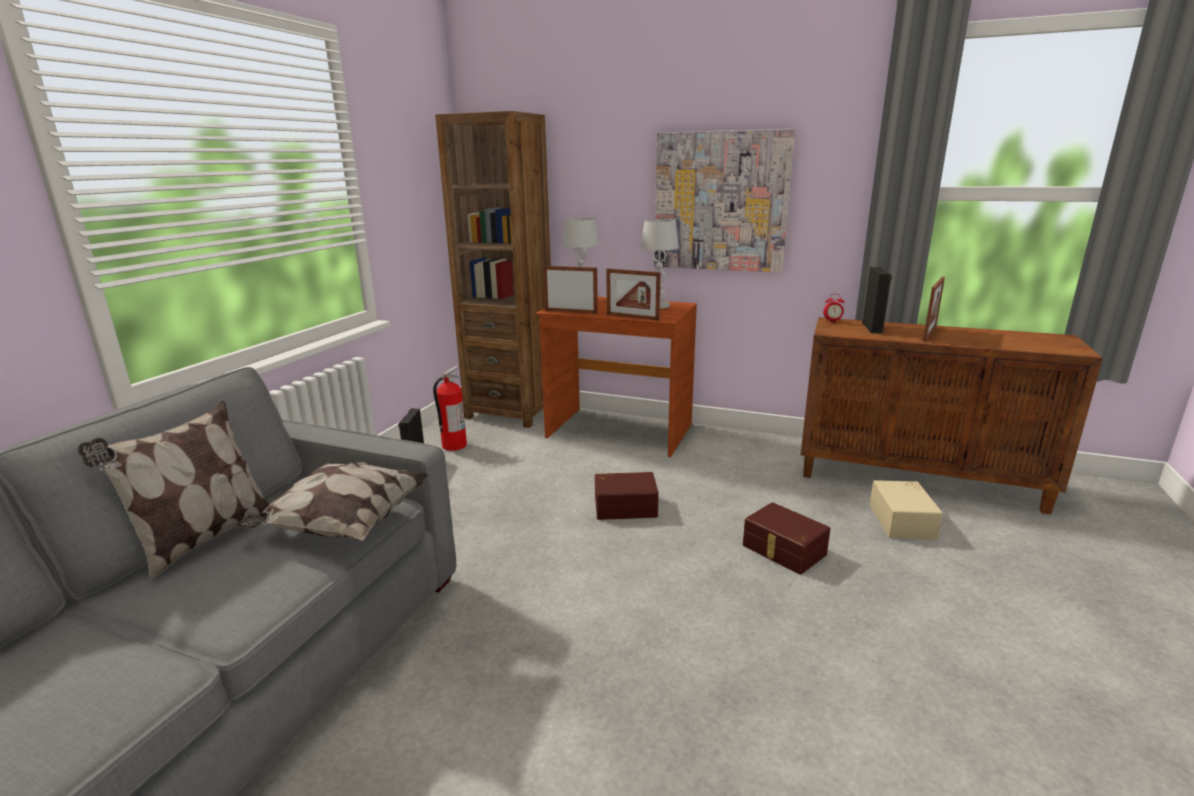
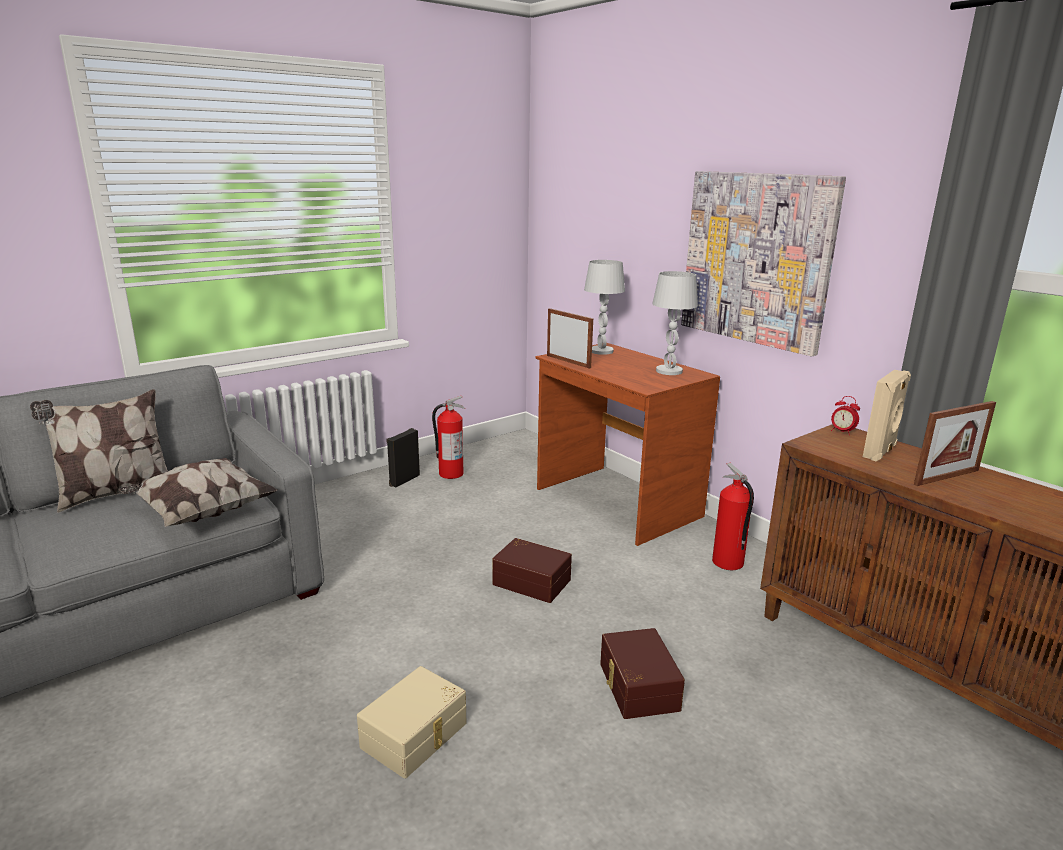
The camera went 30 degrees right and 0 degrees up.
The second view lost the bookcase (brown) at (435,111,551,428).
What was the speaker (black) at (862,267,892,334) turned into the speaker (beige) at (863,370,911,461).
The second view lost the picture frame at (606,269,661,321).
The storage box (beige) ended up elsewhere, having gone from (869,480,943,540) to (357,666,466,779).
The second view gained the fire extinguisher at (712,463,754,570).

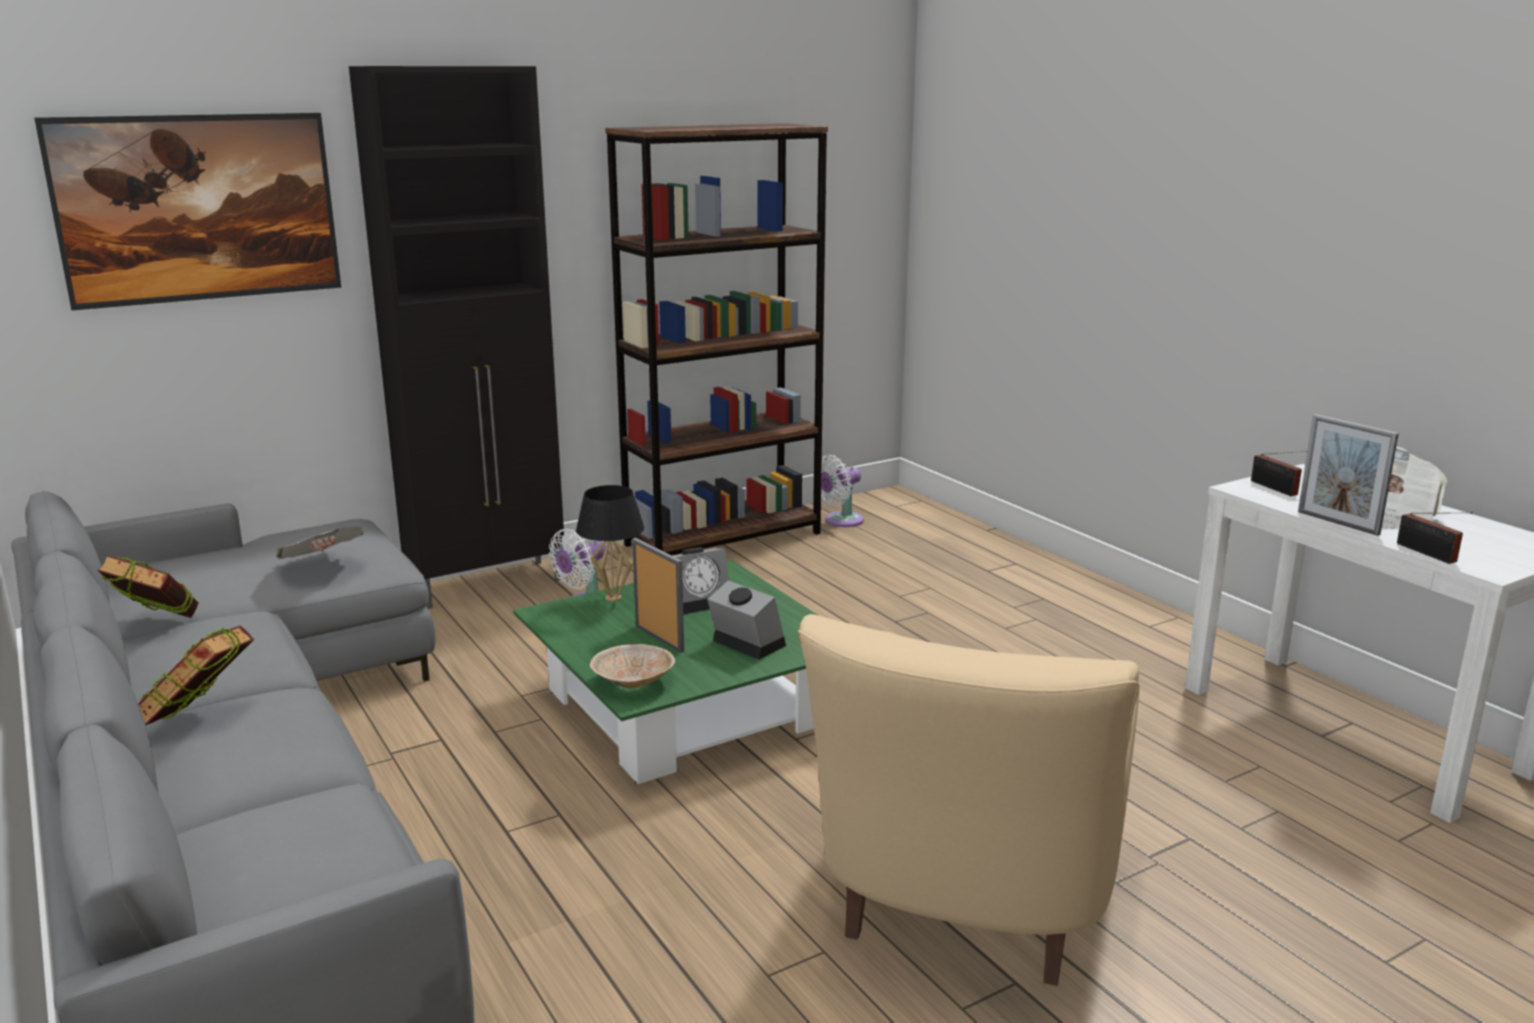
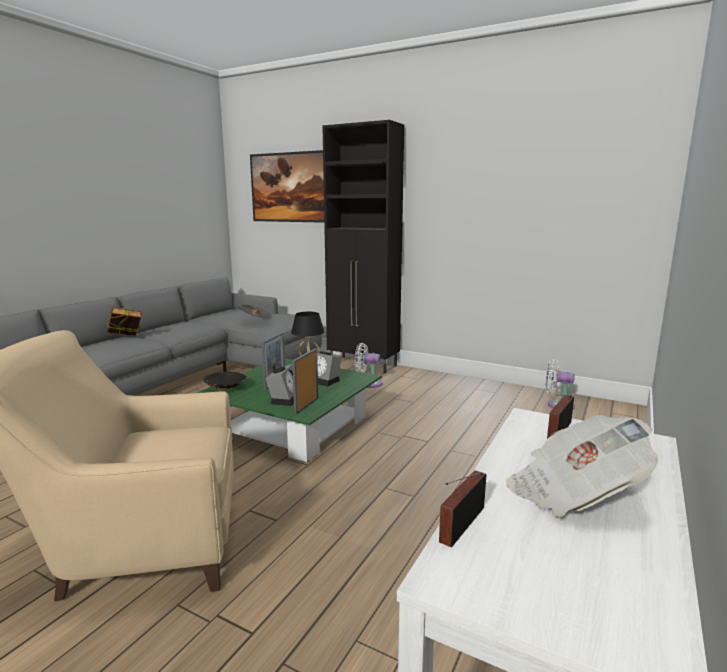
The camera went 60 degrees right and 5 degrees down.
The second view lost the bookcase (brown) at (605,123,828,555).
The picture frame ended up elsewhere, having gone from (1298,414,1399,536) to (292,348,318,414).
The second view lost the book at (97,555,198,618).
What was the bowl (beige) at (590,644,675,689) turned into the bowl (black) at (203,372,246,391).

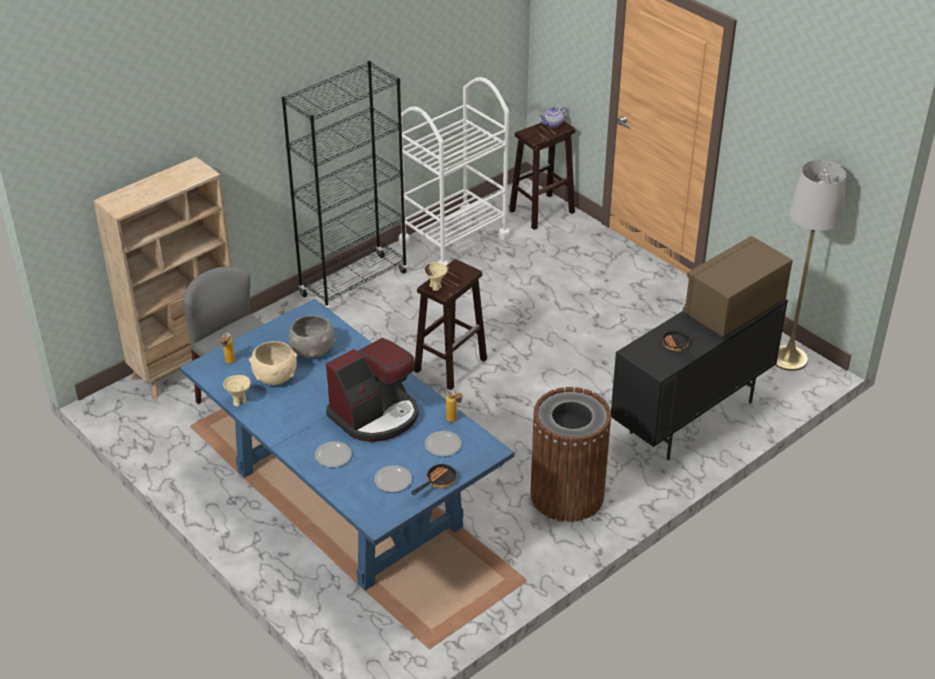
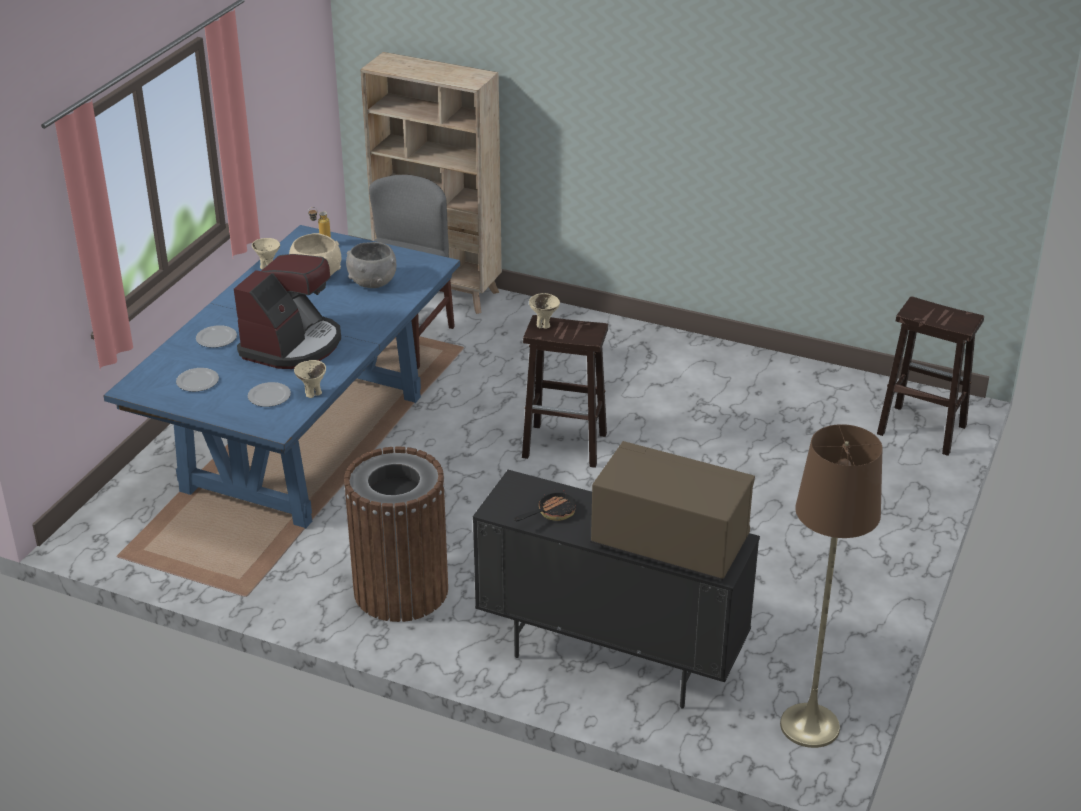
The camera went 65 degrees right and 5 degrees down.
The second view lost the bookcase (black) at (282,61,407,308).
The second view lost the cart (white) at (398,77,510,266).
The second view lost the teapot at (540,107,567,128).
What was the floor lamp (grey) at (775,160,846,371) turned into the floor lamp (brown) at (780,424,883,748).
The coffee machine at (326,338,419,442) ended up facing another way, 90 degrees counterclockwise from before.
Where the bottle stood at (446,390,462,422), the bowl (beige) came to stand at (294,360,326,398).
The second view lost the frying pan at (411,462,456,495).

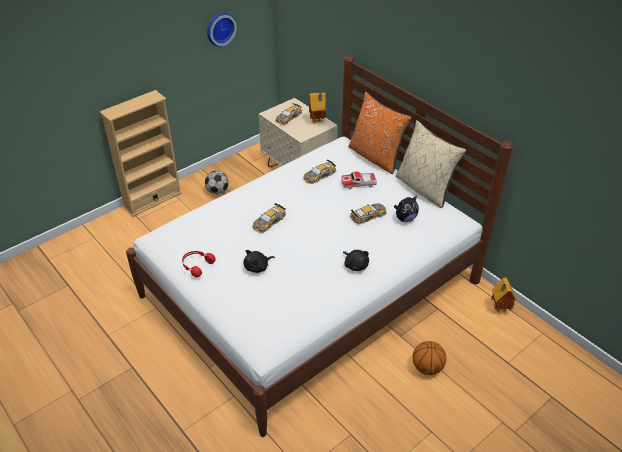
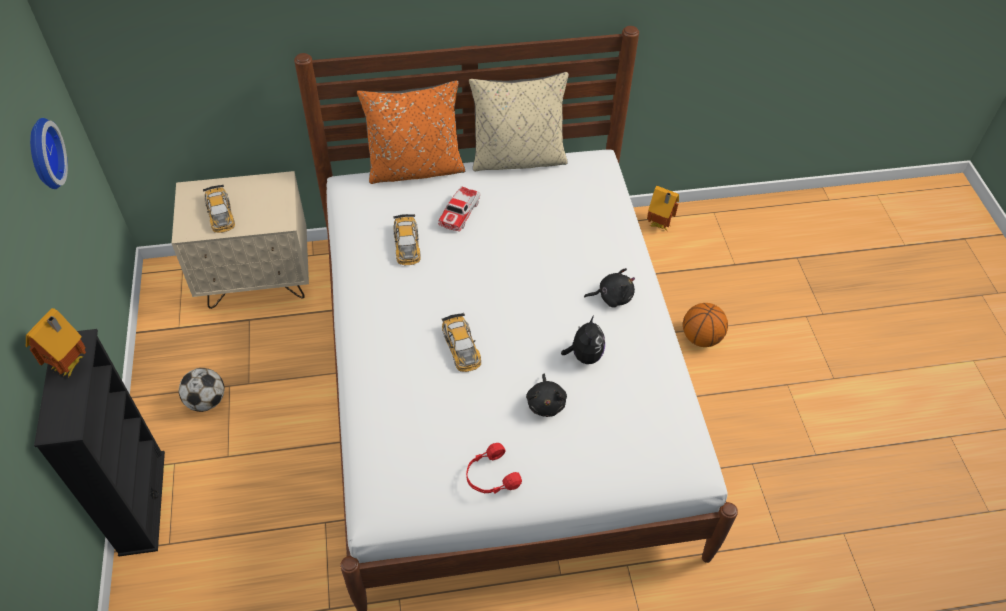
The camera went 60 degrees left and 10 degrees up.
What was the bookcase (beige) at (99,90,182,217) turned into the bookcase (black) at (34,329,165,556).
The toy house ended up elsewhere, having gone from (309,93,326,123) to (26,308,86,377).
The plush toy ended up elsewhere, having gone from (394,196,419,222) to (561,316,605,364).
The second view lost the toy car at (350,203,387,224).

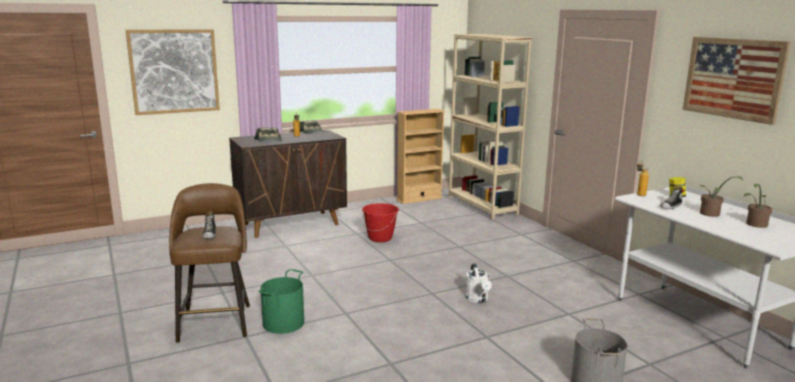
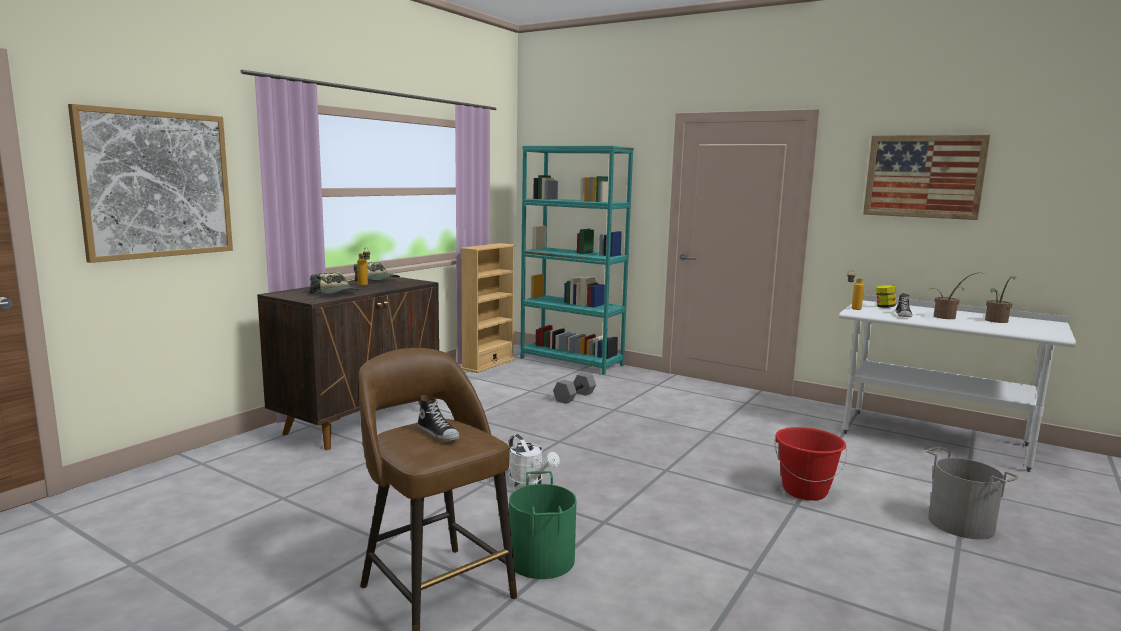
The camera went 30 degrees left and 5 degrees down.
What was the bookcase (beige) at (448,34,532,220) turned into the bookcase (turquoise) at (520,146,634,375).
The bucket (red) ended up elsewhere, having gone from (362,203,399,242) to (774,427,847,501).
The watering can (white) ended up elsewhere, having gone from (465,263,492,303) to (509,434,560,488).
The second view gained the dumbbell (grey) at (553,373,596,404).

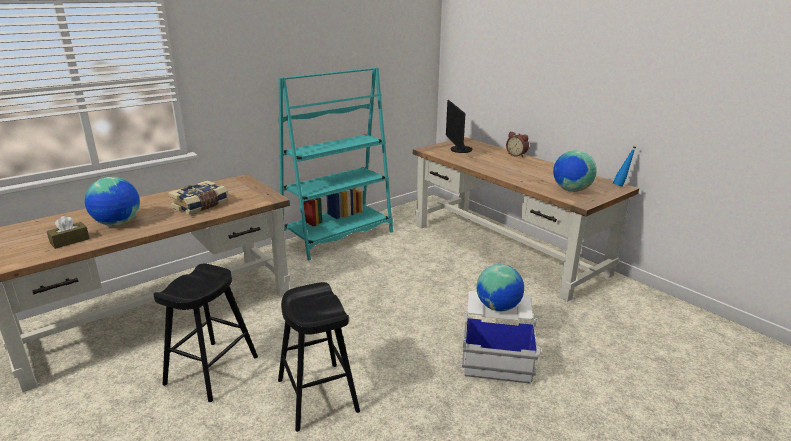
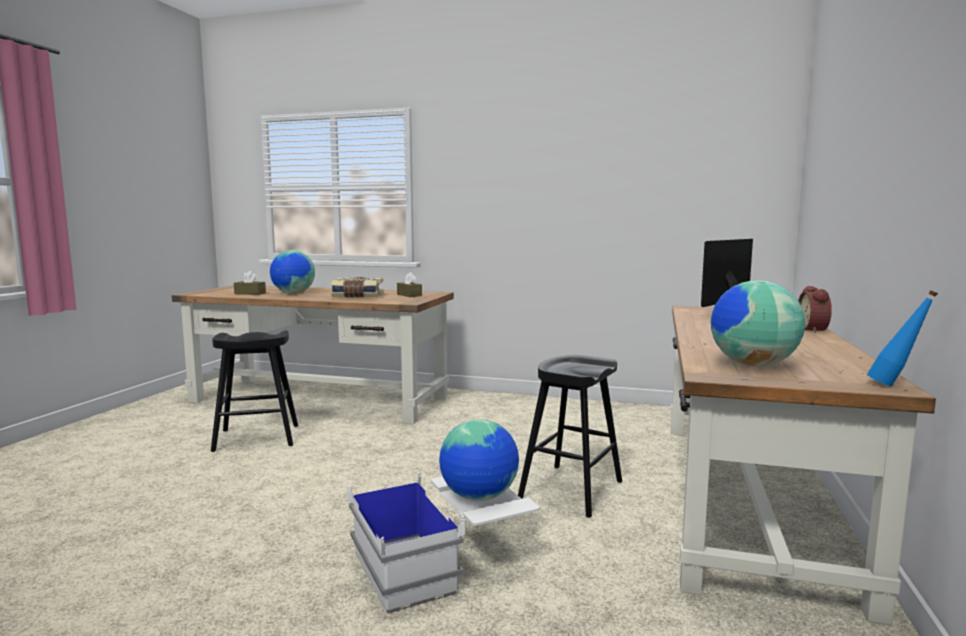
The camera went 55 degrees right and 15 degrees down.
The second view lost the bookcase (turquoise) at (278,67,393,260).
The stool (black) ended up elsewhere, having gone from (278,282,360,432) to (518,355,622,518).
The second view gained the tissue box (brown) at (397,272,422,297).

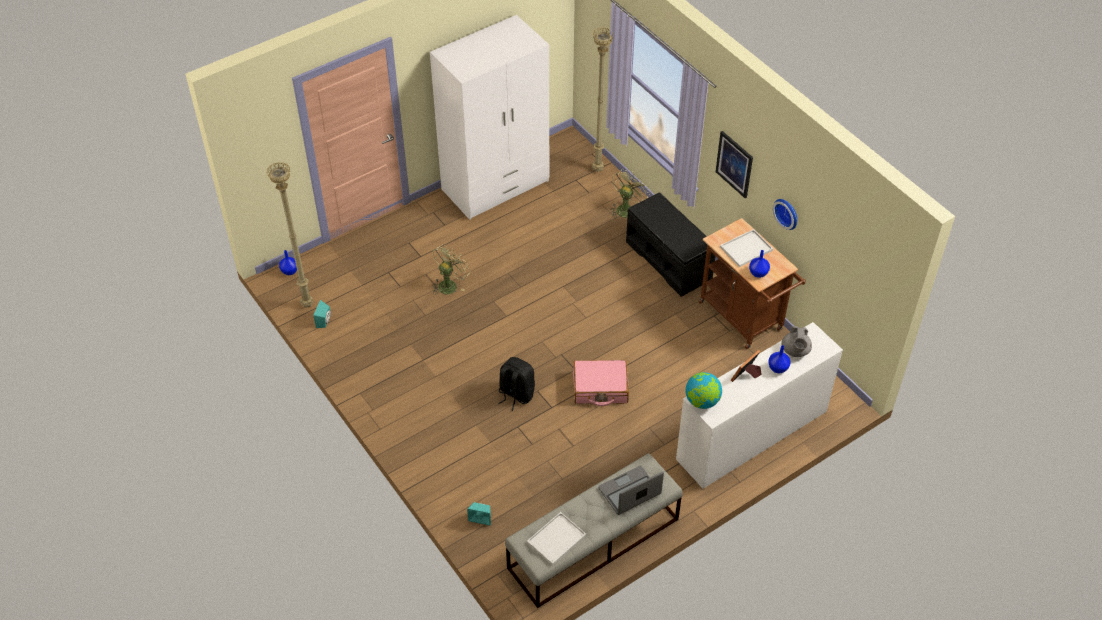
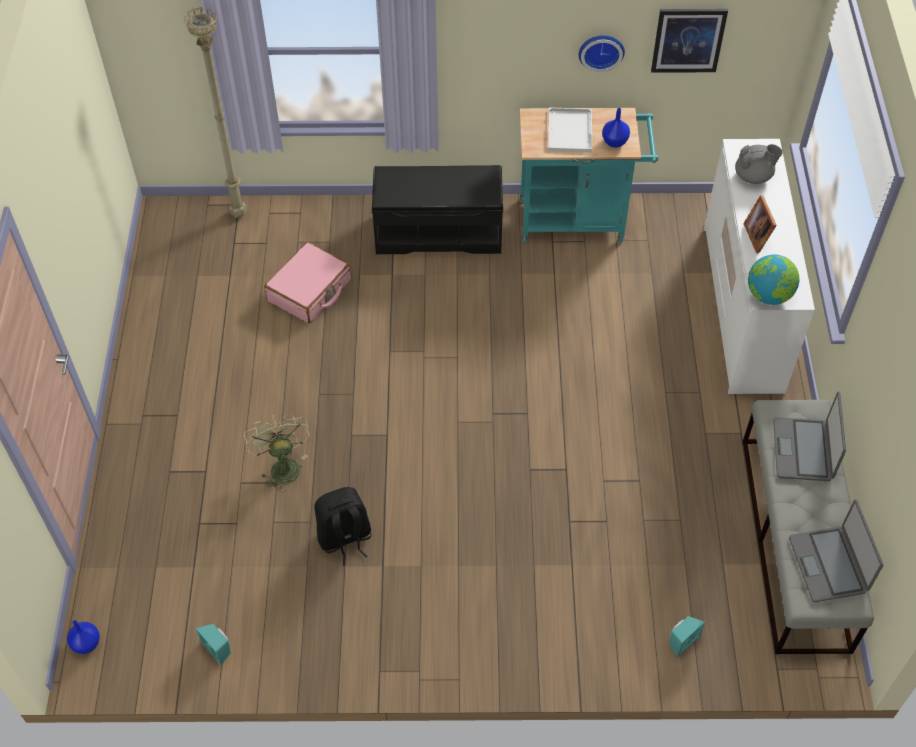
The camera went 55 degrees left and 5 degrees up.
The second view lost the wardrobe (white) at (430,15,550,220).
The picture ended up elsewhere, having gone from (715,131,753,198) to (651,9,728,73).
The second view lost the floor lamp (beige) at (267,162,313,308).
The second view lost the fan (green) at (610,169,649,218).
What was the cart (brown) at (699,218,806,349) turned into the cart (turquoise) at (520,108,658,243).
The teapot (grey) at (781,326,812,357) ended up facing another way, 45 degrees counterclockwise from before.
The second view lost the vase (blue) at (768,345,790,373).
The backpack (black) ended up elsewhere, having gone from (498,357,535,411) to (314,487,371,566).
The suitcase (pink) ended up elsewhere, having gone from (573,360,629,406) to (264,242,351,323).
Where the tray (white) stood at (527,512,586,565), the laptop came to stand at (789,499,883,602).

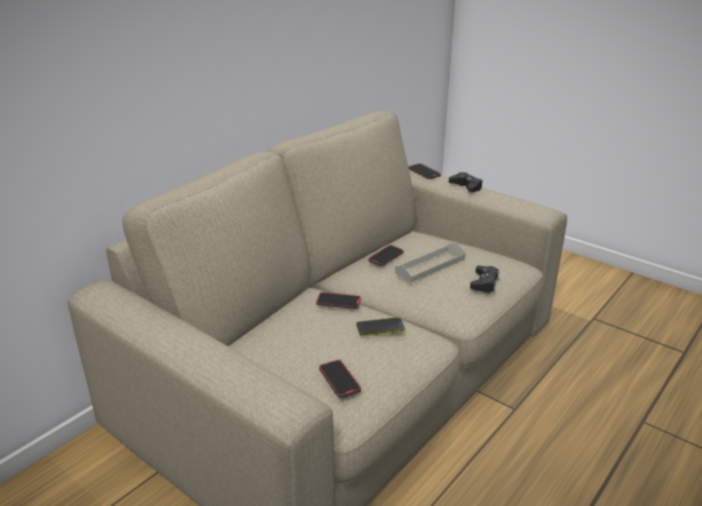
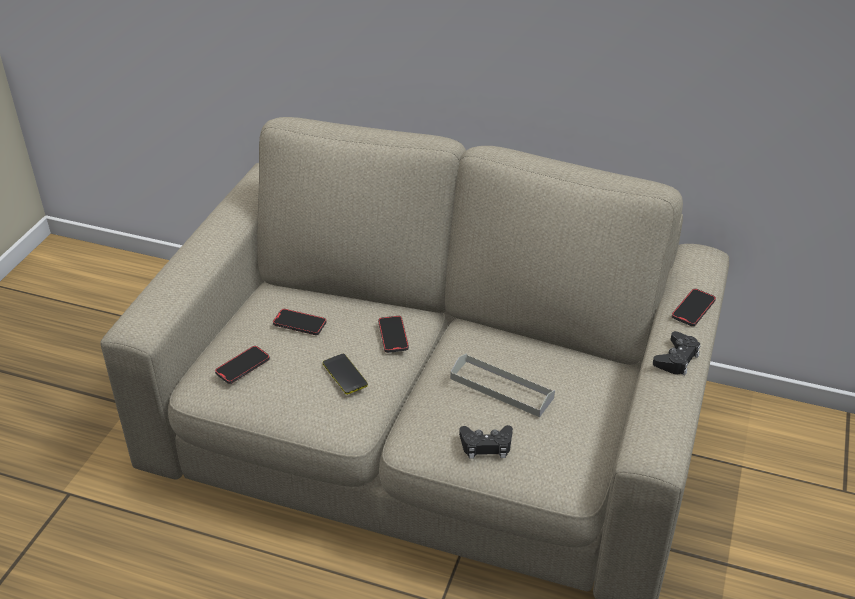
The camera went 70 degrees right and 10 degrees up.
The phone ended up elsewhere, having gone from (368,245,403,266) to (273,309,326,335).

